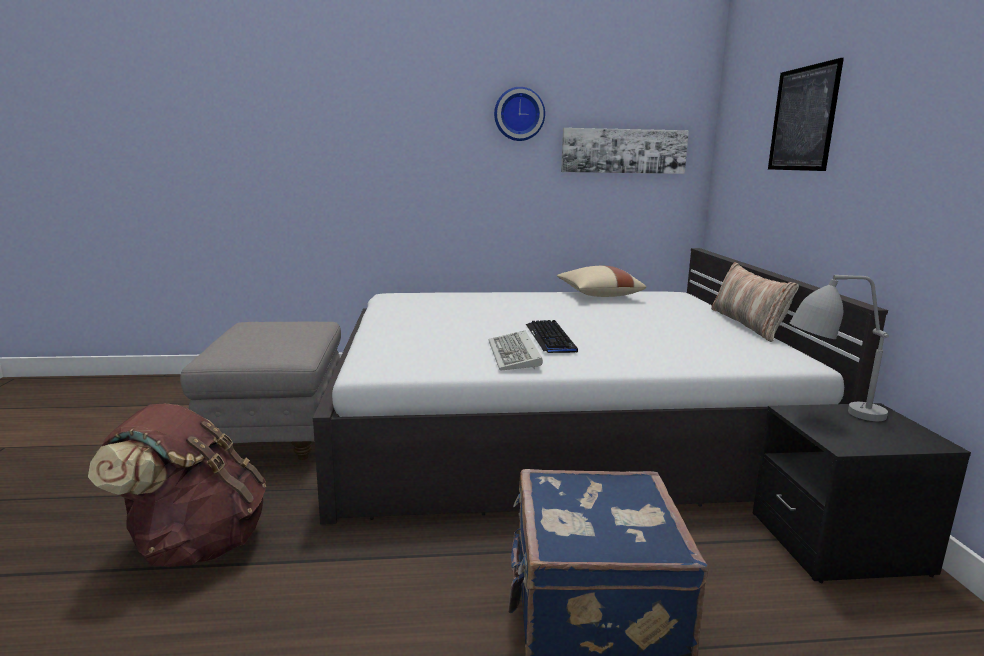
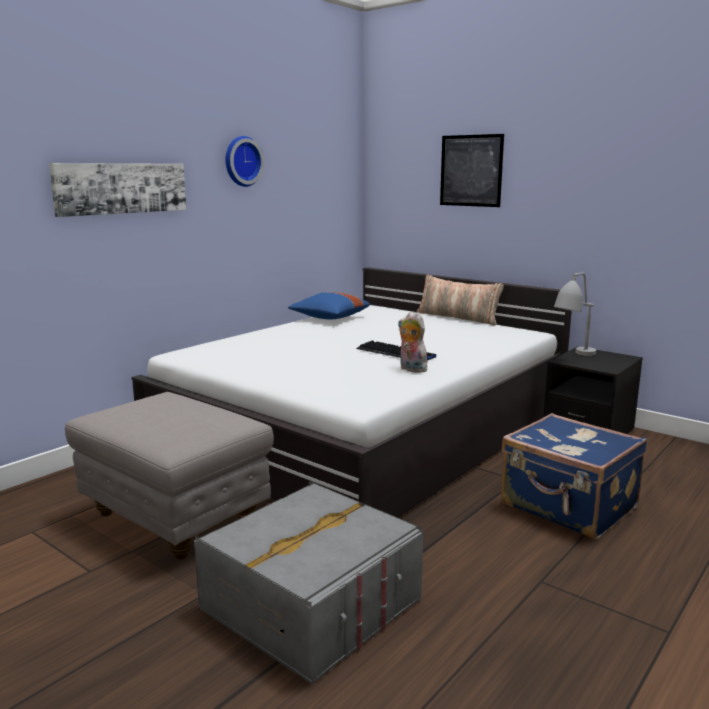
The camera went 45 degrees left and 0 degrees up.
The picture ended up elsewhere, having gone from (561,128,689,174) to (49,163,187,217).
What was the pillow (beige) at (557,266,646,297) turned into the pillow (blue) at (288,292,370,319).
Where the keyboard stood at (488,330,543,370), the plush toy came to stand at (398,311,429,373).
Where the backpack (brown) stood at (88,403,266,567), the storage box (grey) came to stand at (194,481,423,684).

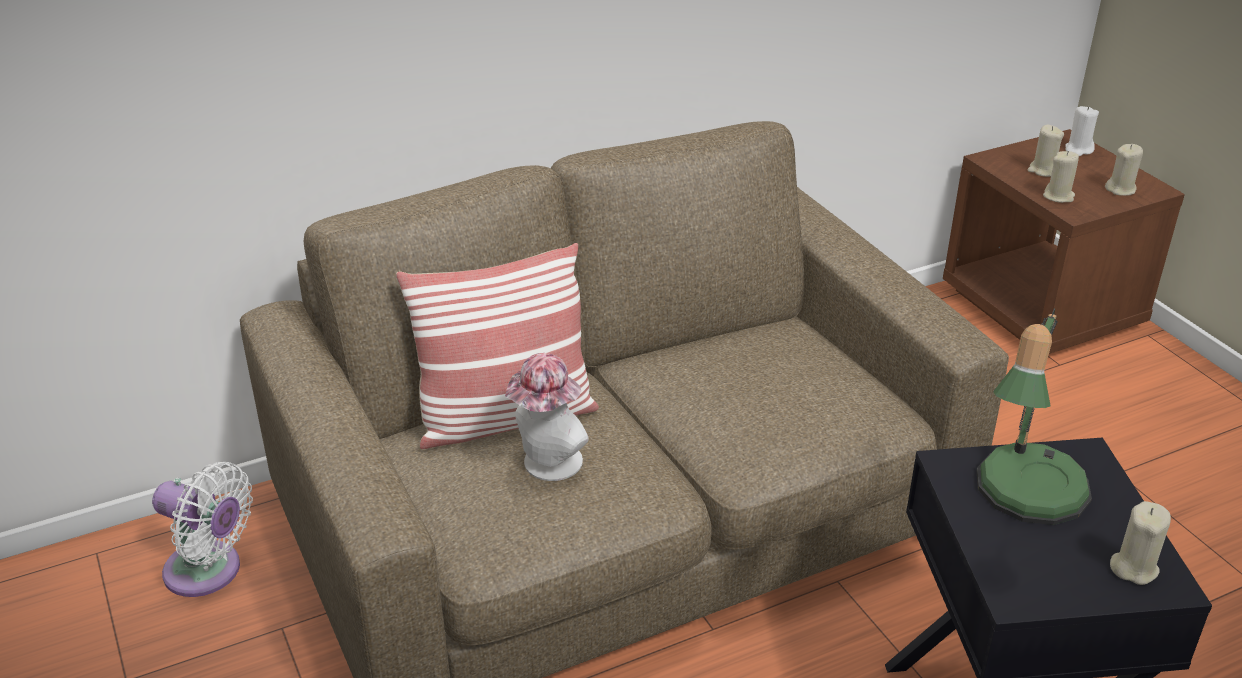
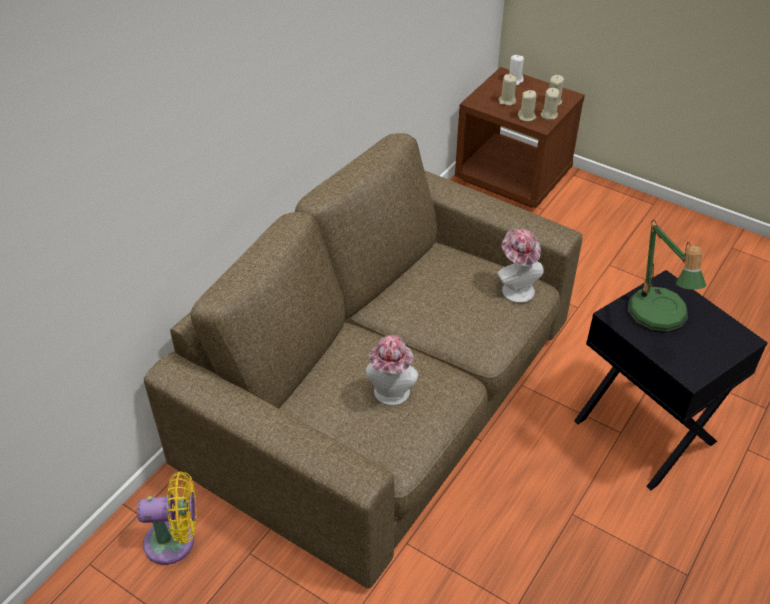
The camera went 30 degrees left and 10 degrees up.
The second view lost the pillow at (396,243,599,449).
What was the fan (white) at (152,462,253,597) turned into the fan (yellow) at (137,471,196,565).
The candle (beige) ended up elsewhere, having gone from (1110,501,1171,585) to (541,88,560,120).
The second view gained the hat at (498,229,544,303).

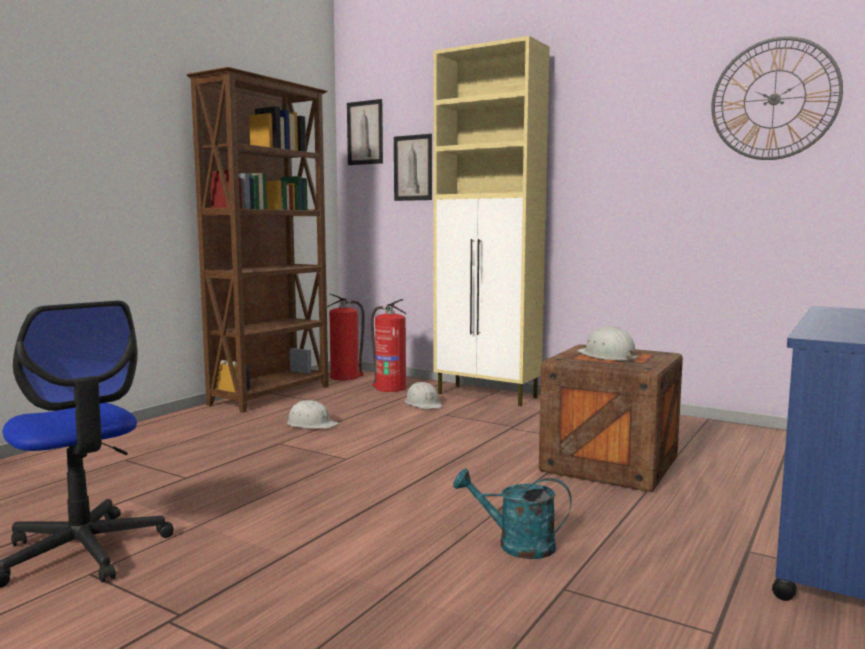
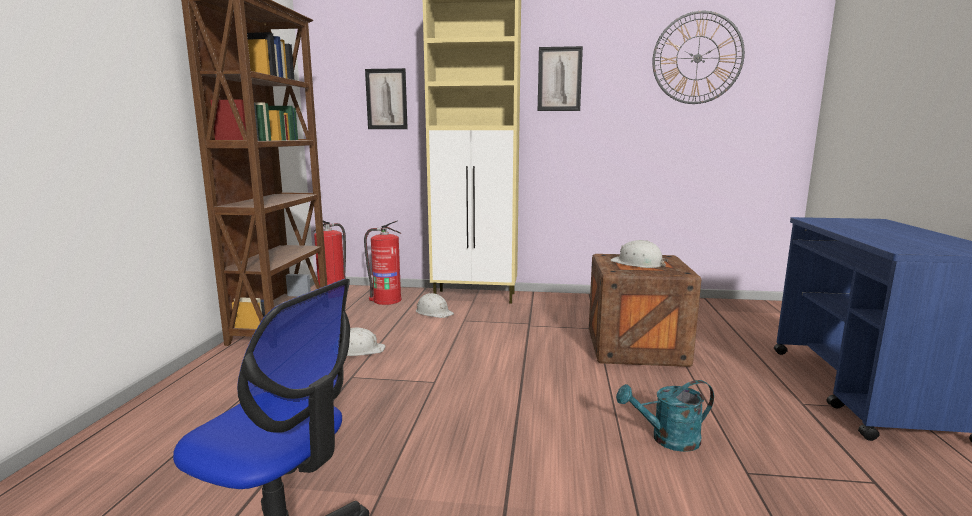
The camera went 25 degrees left and 5 degrees up.
The picture ended up elsewhere, having gone from (347,99,383,165) to (538,46,583,111).

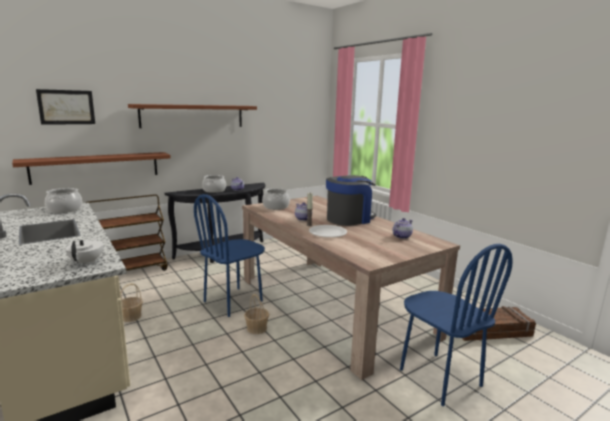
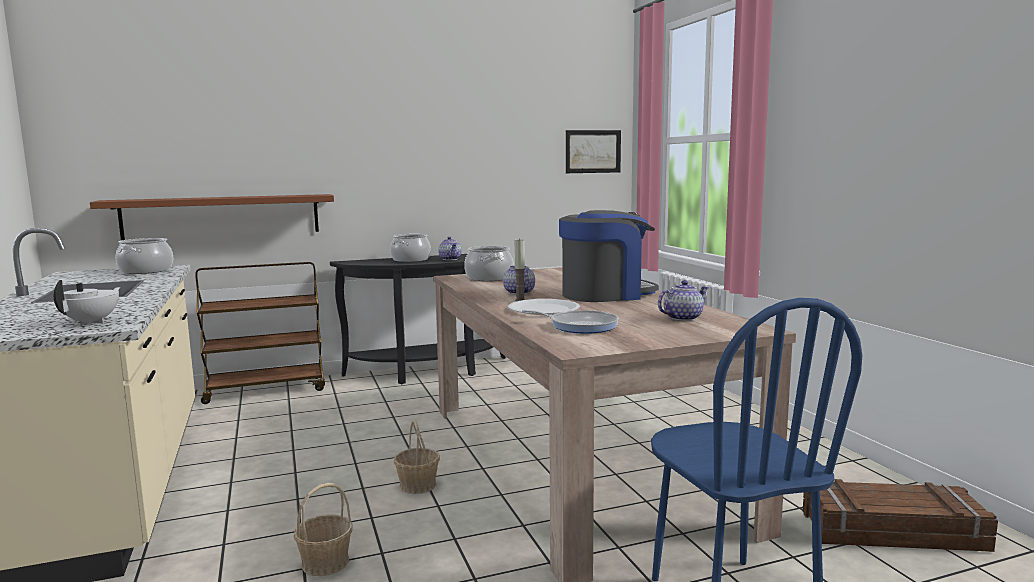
The camera went 15 degrees right and 5 degrees down.
The picture ended up elsewhere, having gone from (36,89,95,125) to (566,130,621,173).
The second view lost the shelf (brown) at (128,104,257,128).
The second view lost the chair (blue) at (194,194,265,317).
The basket ended up elsewhere, having gone from (120,283,143,322) to (294,483,353,576).
The second view gained the frying pan at (522,310,619,334).

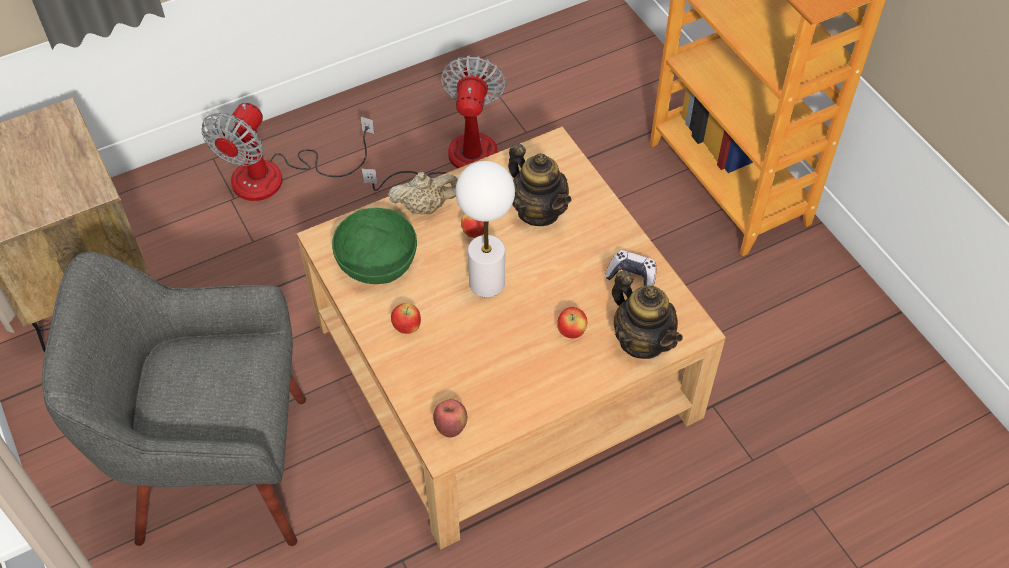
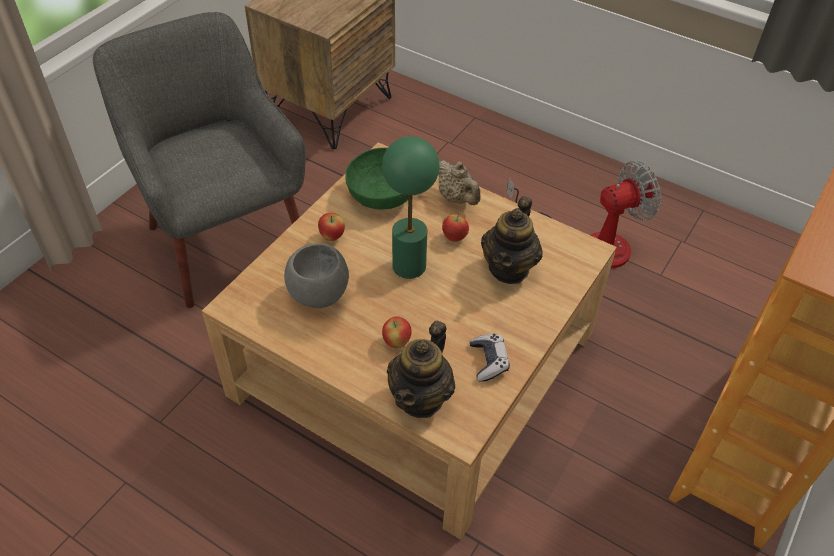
The camera went 60 degrees right and 5 degrees down.
The second view lost the fan at (201,103,375,201).
What was the table lamp (white) at (455,161,515,297) turned into the table lamp (green) at (382,136,439,279).
The second view lost the apple at (433,399,467,438).
The second view gained the bowl (grey) at (284,243,349,308).

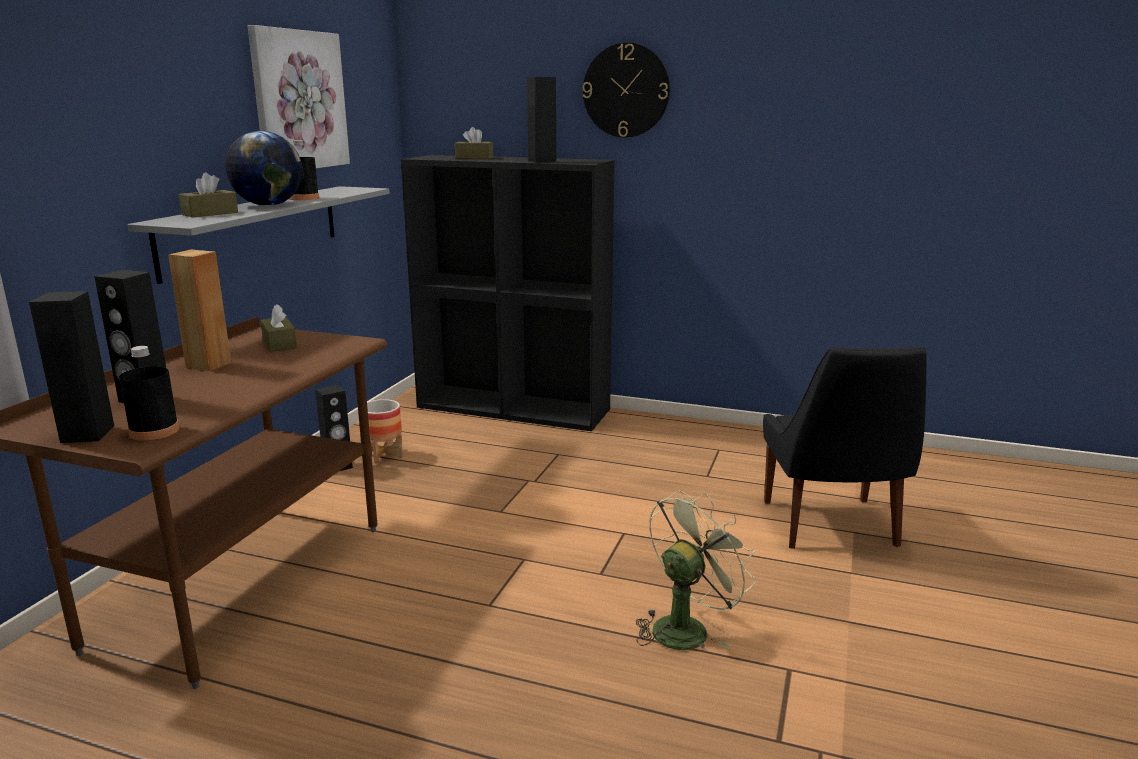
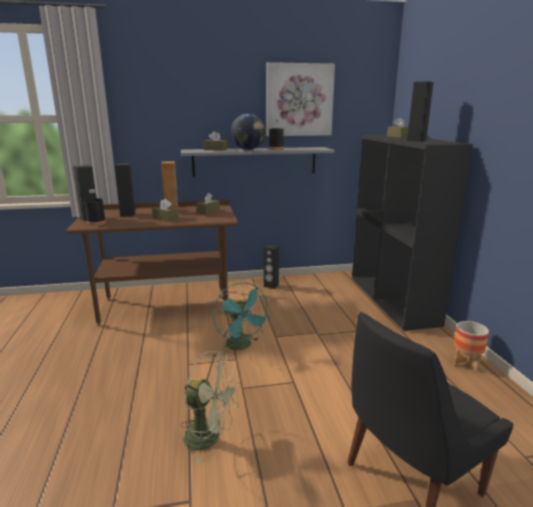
The camera went 60 degrees right and 0 degrees up.
The second view lost the wall clock at (582,42,670,138).
The planter ended up elsewhere, having gone from (367,399,403,464) to (454,321,489,371).
The second view gained the tissue box (brown) at (152,199,179,222).
The second view gained the fan (turquoise) at (213,282,271,355).

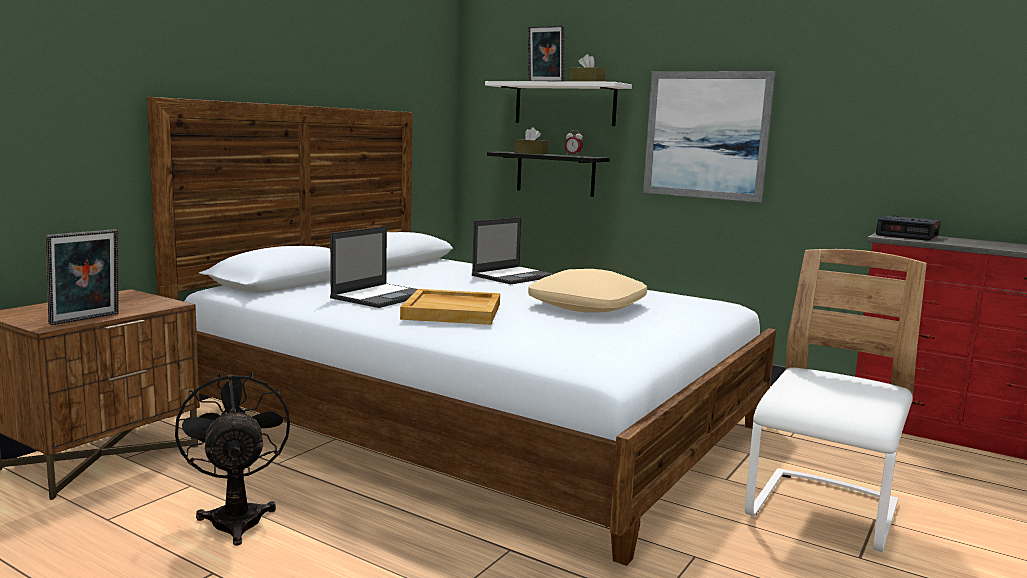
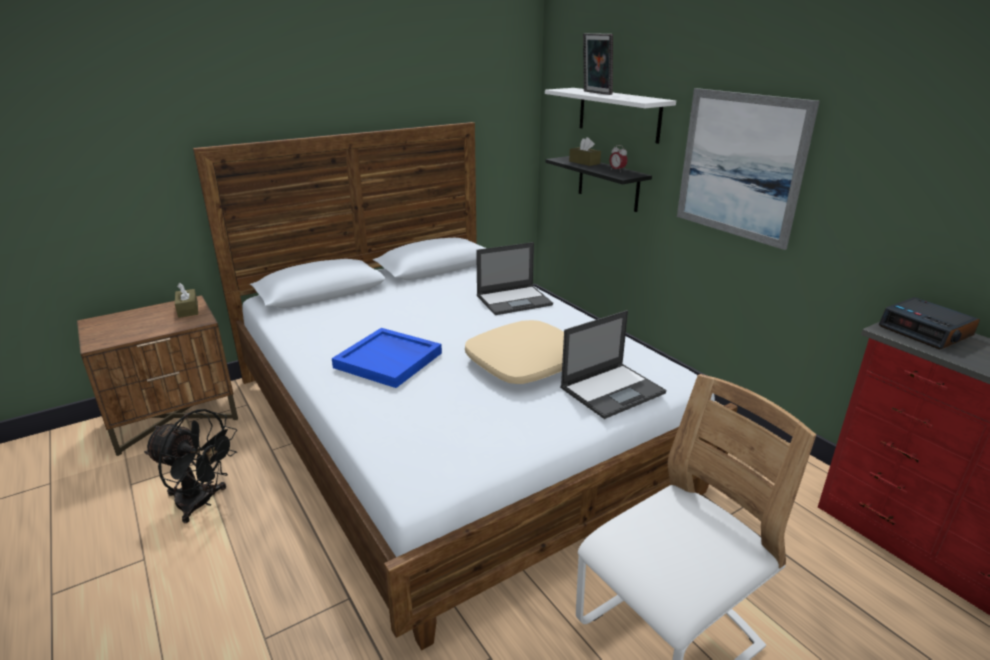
The camera went 25 degrees right and 15 degrees up.
The tissue box (brown) ended up elsewhere, having gone from (570,54,605,82) to (175,283,198,318).
The laptop ended up elsewhere, having gone from (330,226,417,308) to (560,310,666,419).
The second view lost the picture frame at (46,229,119,325).
What was the tray (beige) at (400,289,500,325) turned into the tray (blue) at (332,328,442,388).
The fan (black) at (175,371,290,546) ended up facing another way, 105 degrees clockwise from before.

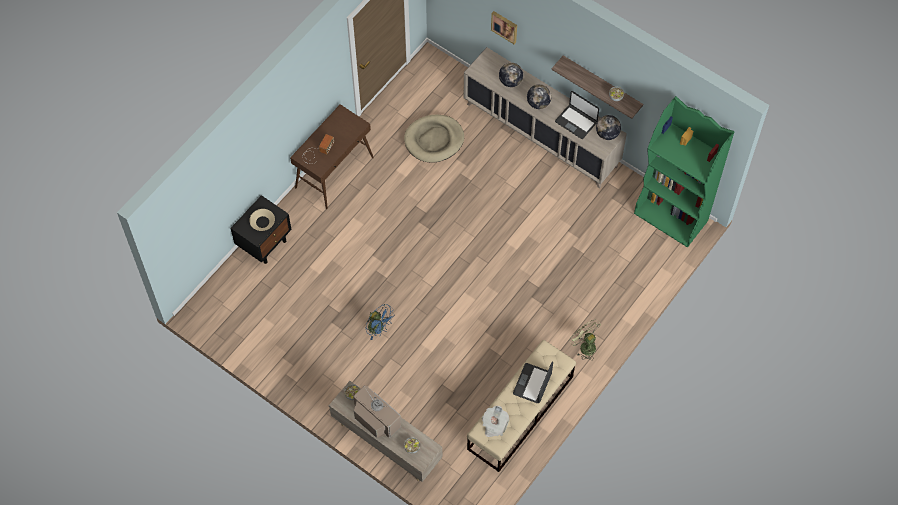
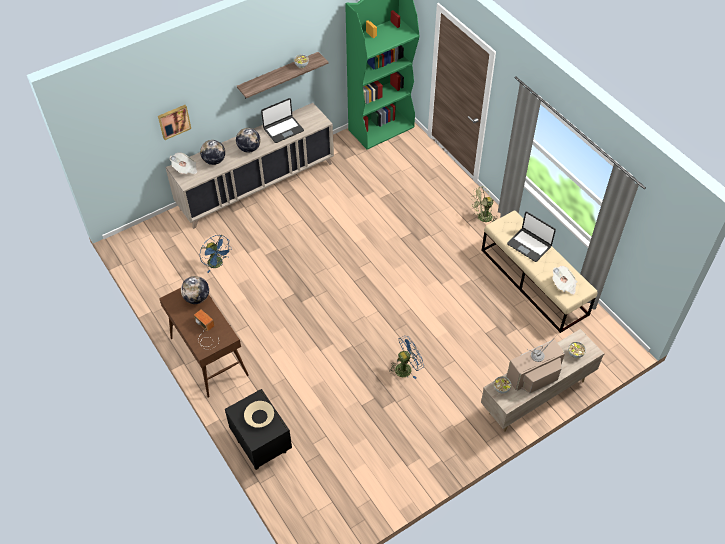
The camera went 70 degrees left and 10 degrees down.
Where the dog bed (beige) stood at (404,114,464,163), the fan (blue) came to stand at (200,235,230,273).
The globe ended up elsewhere, having gone from (596,115,621,140) to (181,276,209,304).
The second view gained the newspaper at (170,153,197,175).

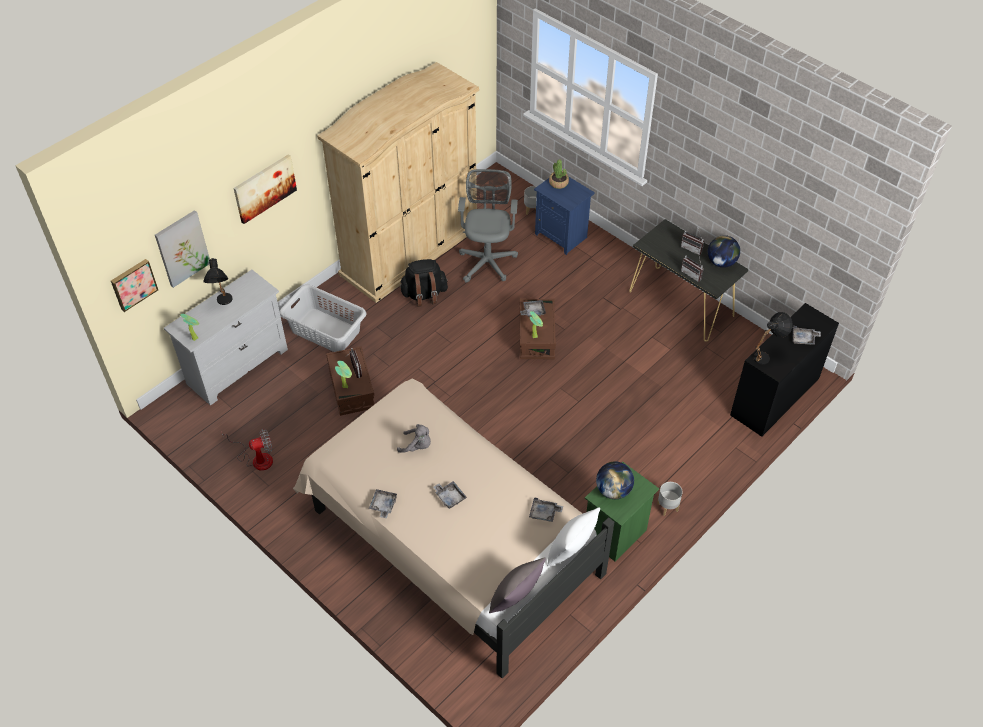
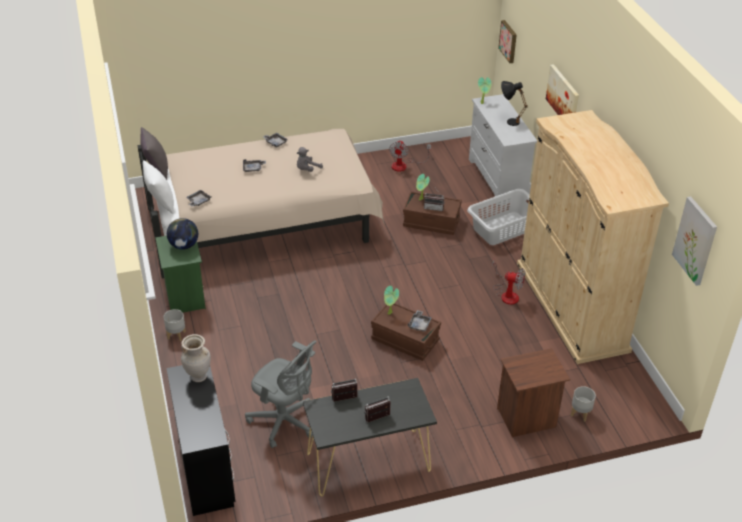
The camera went 120 degrees right and 10 degrees down.
The second view lost the potted plant at (549,159,569,189).
The office chair (grey) ended up elsewhere, having gone from (458,169,518,283) to (245,340,317,448).
What was the nightstand (blue) at (534,176,595,255) turned into the nightstand (brown) at (497,348,570,437).
The picture ended up elsewhere, having gone from (155,210,210,288) to (672,196,717,286).
The second view lost the globe at (708,235,740,268).
Where the backpack (black) stood at (399,259,448,307), the fan came to stand at (492,260,525,305).
Where the table lamp (black) stood at (753,312,793,365), the vase (beige) came to stand at (181,334,211,382).
The second view lost the tray (grey) at (793,326,821,345).

